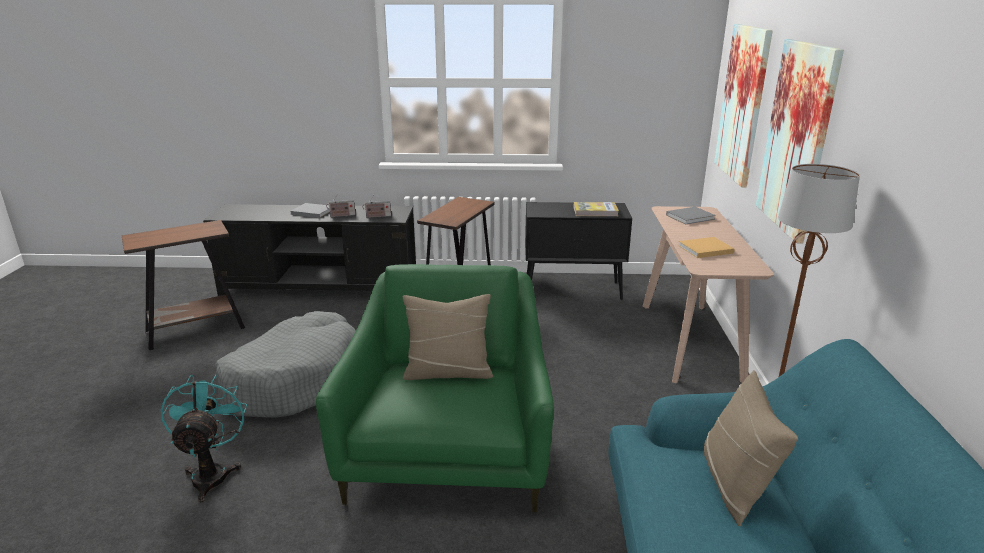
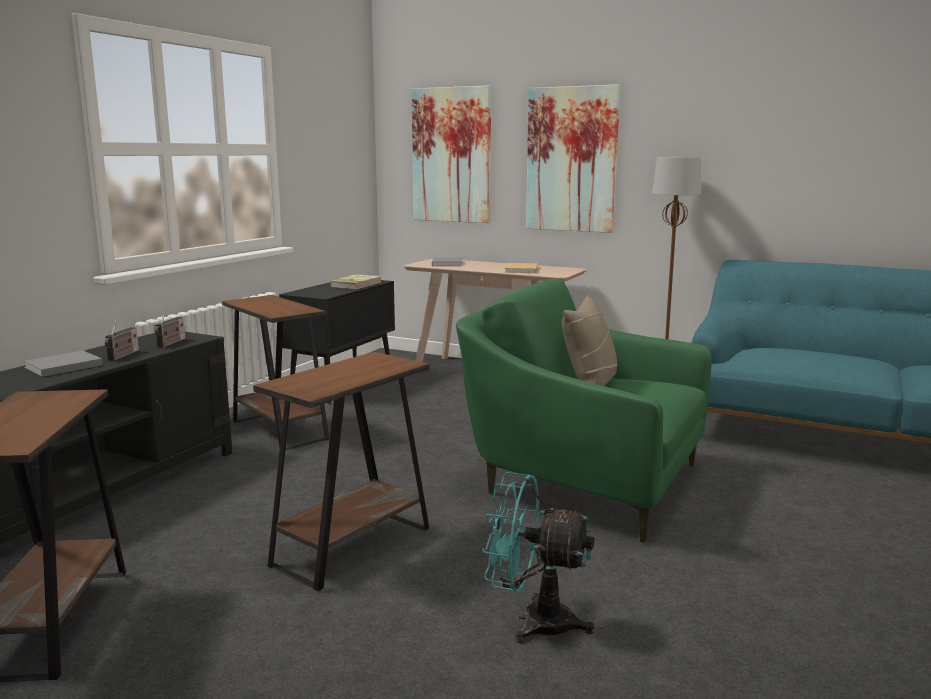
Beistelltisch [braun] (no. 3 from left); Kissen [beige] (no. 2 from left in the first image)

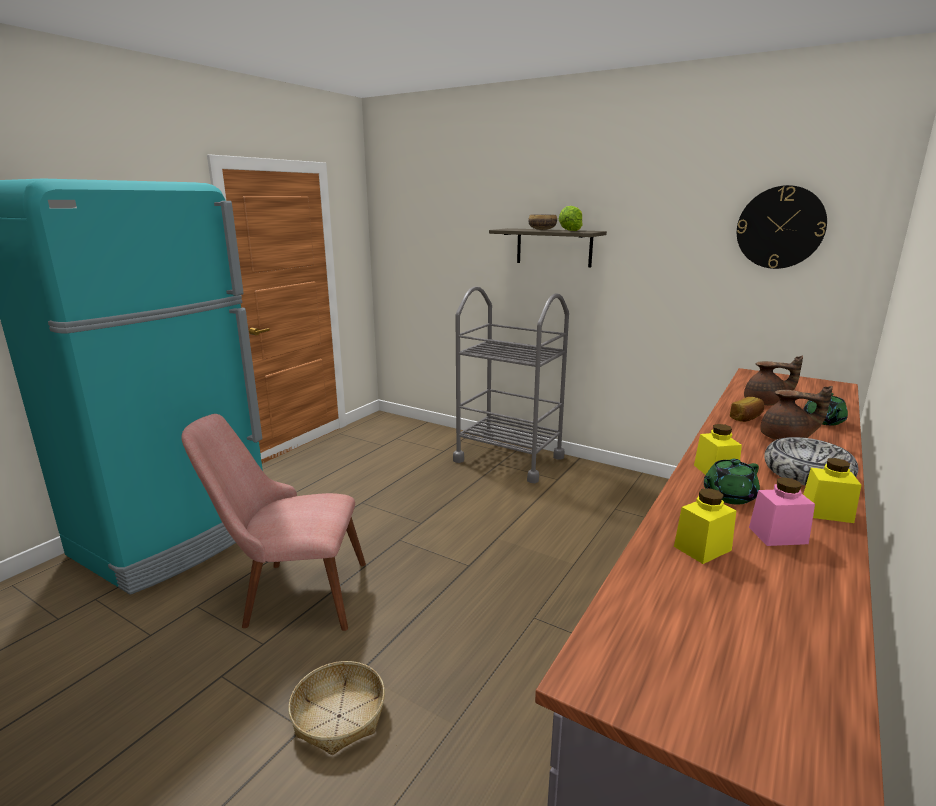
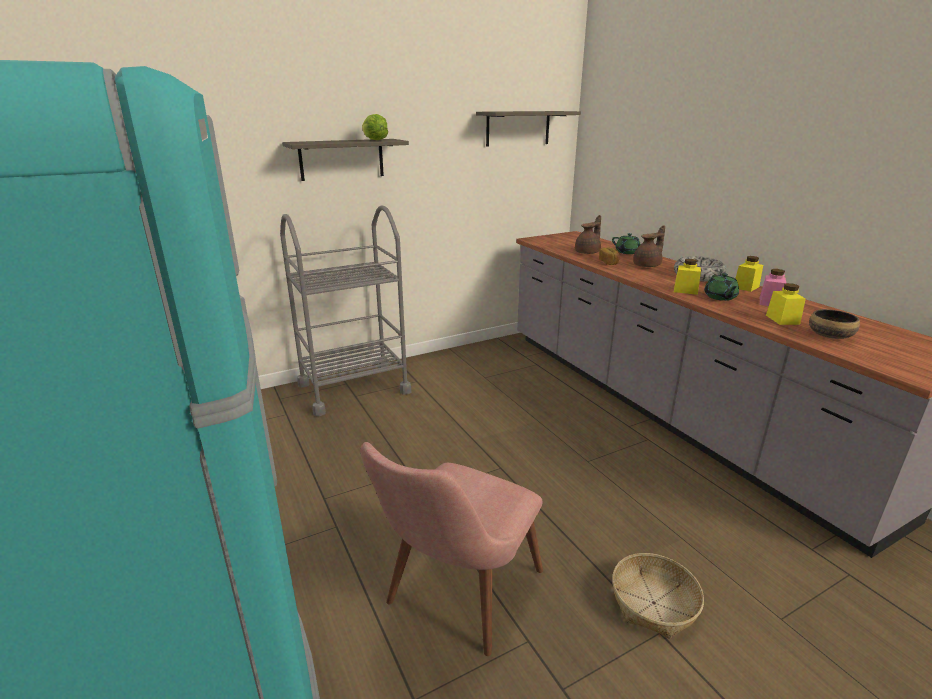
Schüssel (no. 2 from left); Wandregal (no. 2 from left)

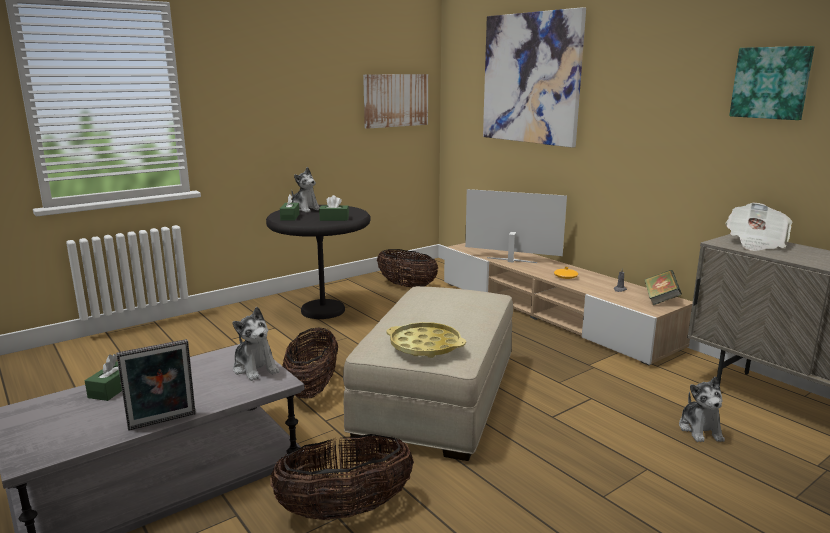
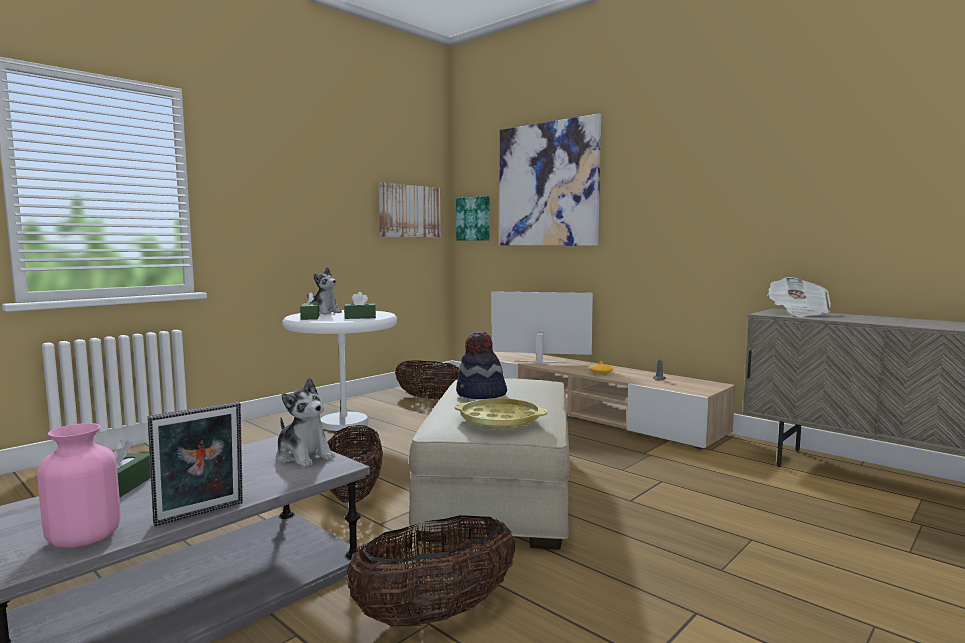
Beistelltisch [weiß]; Buch; Plüschtier (no. 3 from left in the first image); Bild (no. 2 from left); Vase [rosa]; Hut

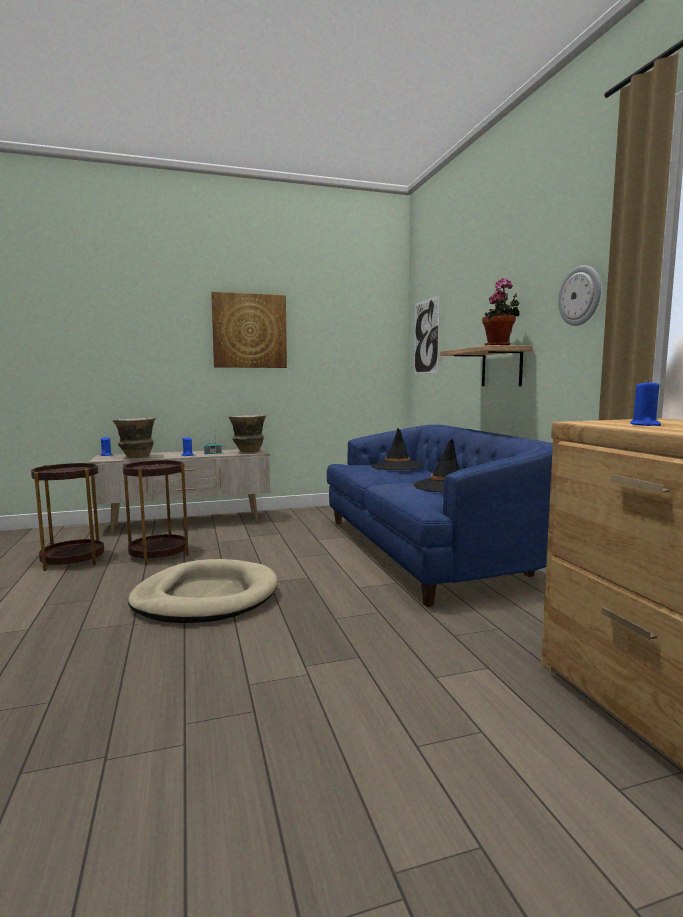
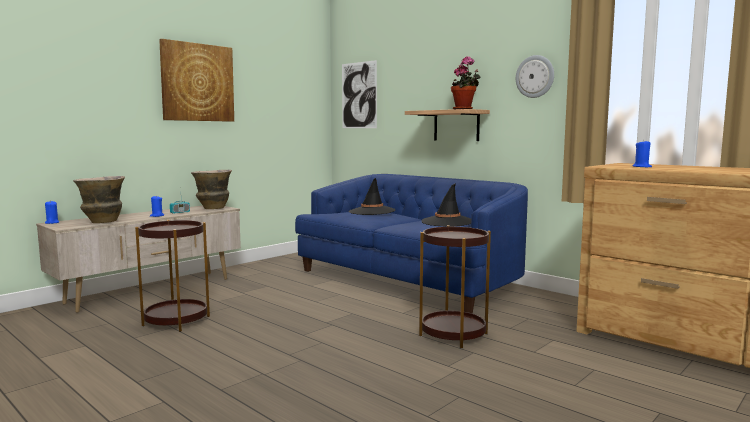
Beistelltisch [braun] (no. 2 from left); Hundebett [beige]

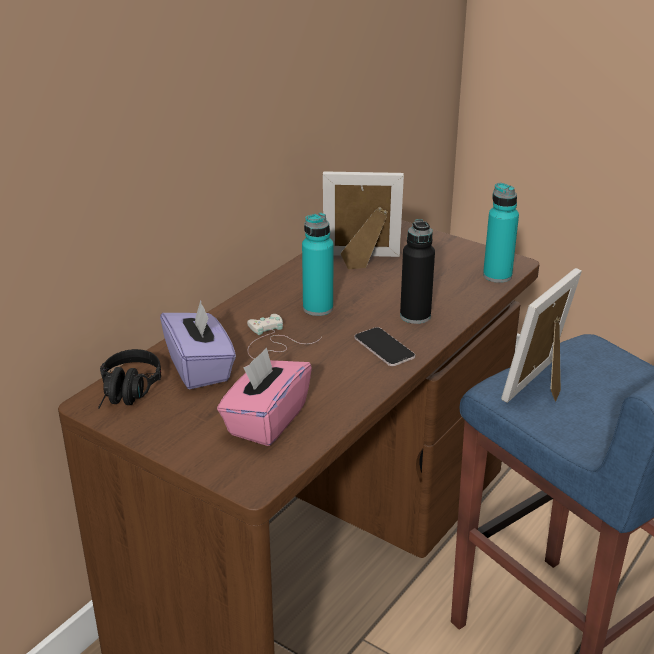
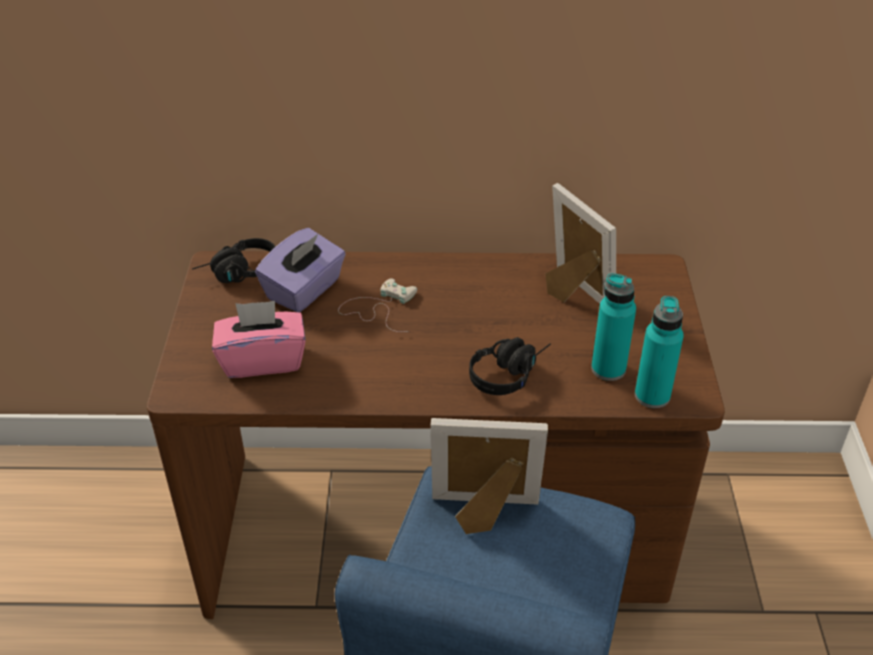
Flasche [türkis] (no. 1 from left); Handy; Kopfhörer [schwarz] (no. 2 from left)

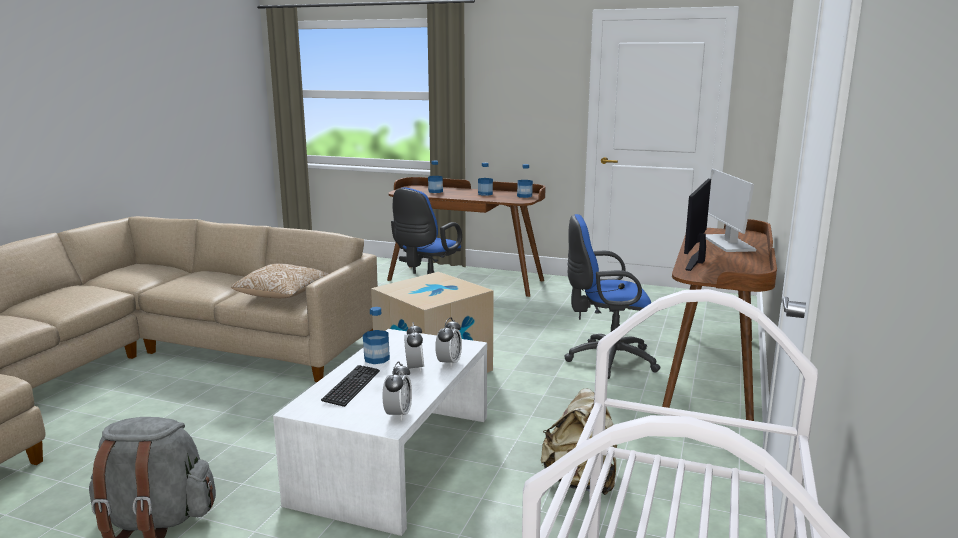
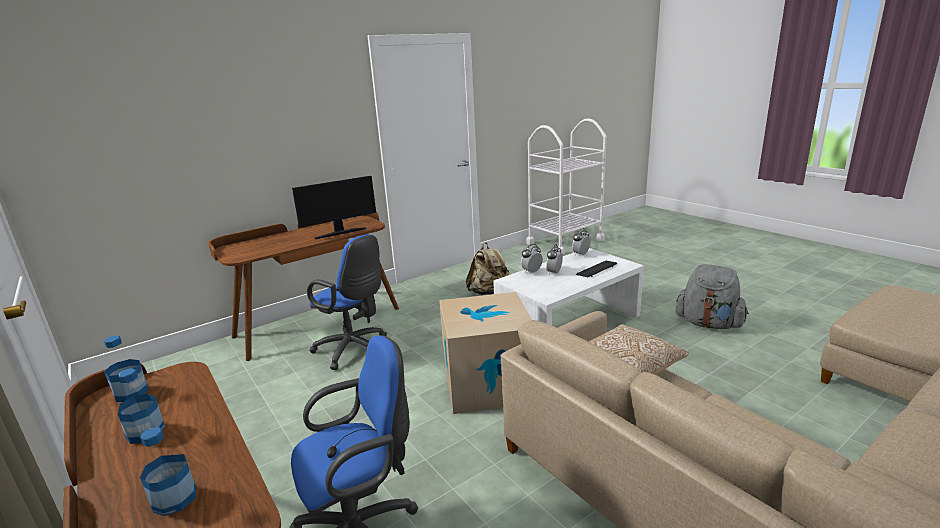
Flasche (no. 1 from left in the first image); Monitor (no. 2 from left in the first image)

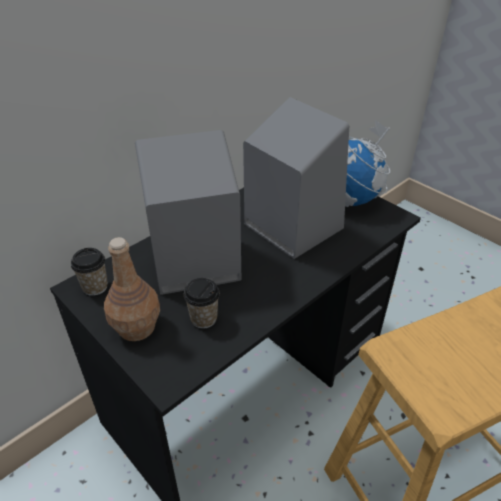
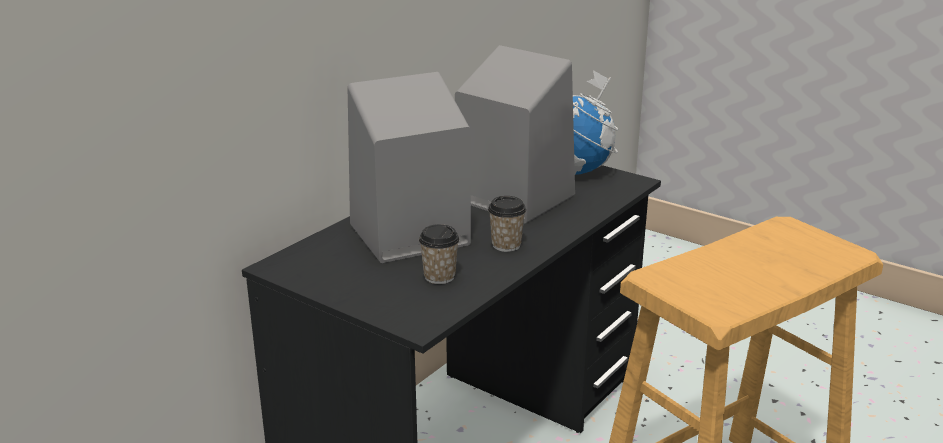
Tasse (no. 2 from left); Flasche [braun]

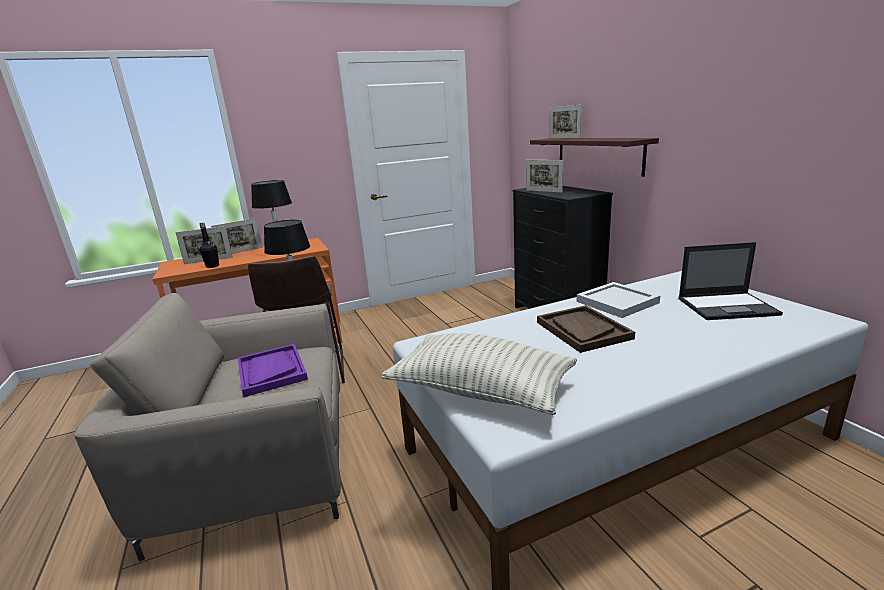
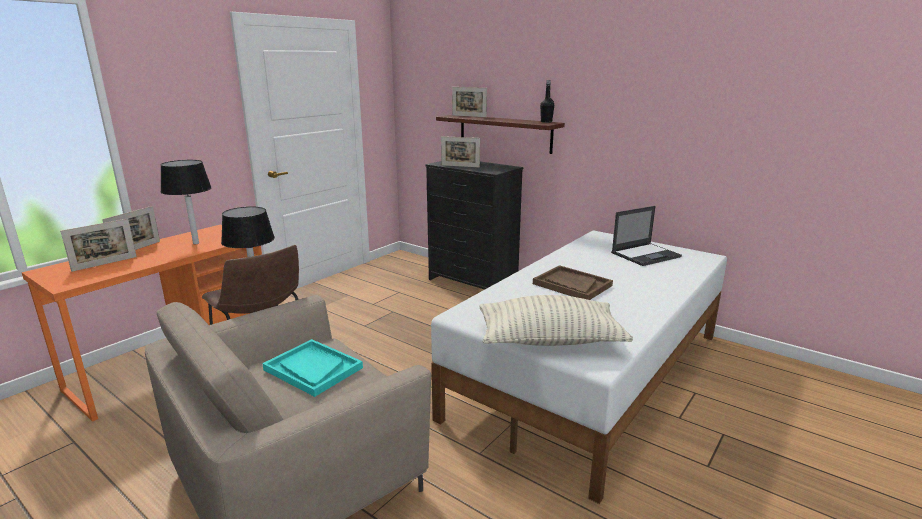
Flasche [schwarz]; Tablett [türkis]; Tablett [weiß]

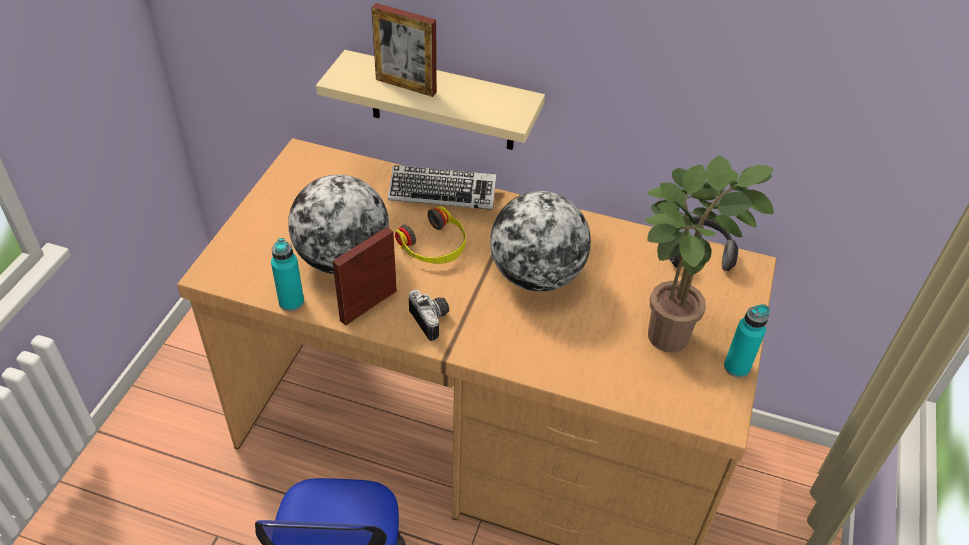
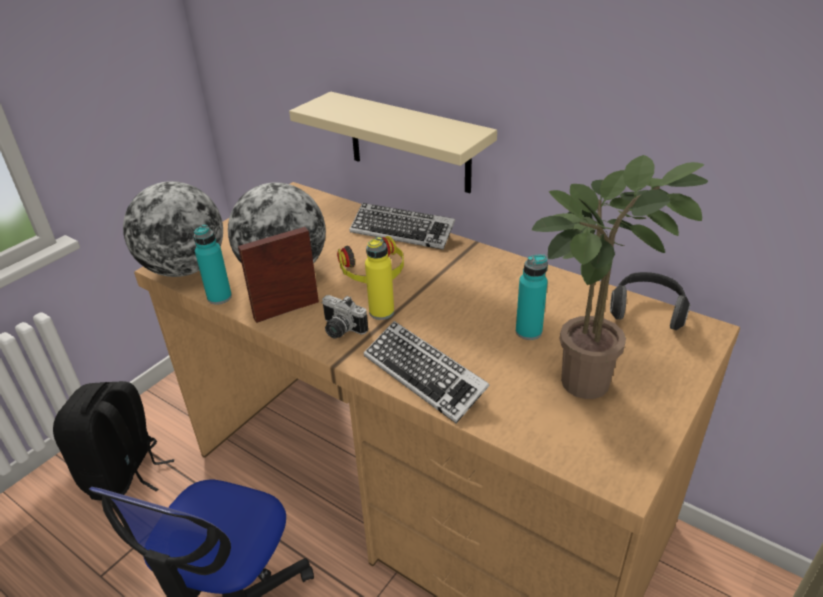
Bilderrahmen (no. 2 from left in the first image); Kamera; Globus (no. 1 from left); Flasche [türkis] (no. 2 from left); Rucksack [schwarz]; Tastatur (no. 2 from left); Flasche [gelb]

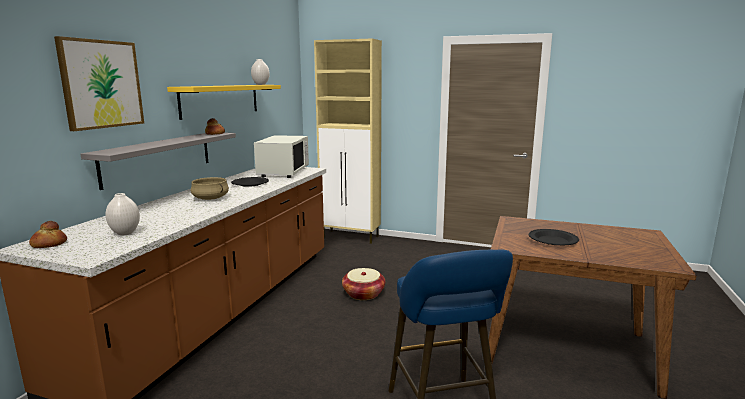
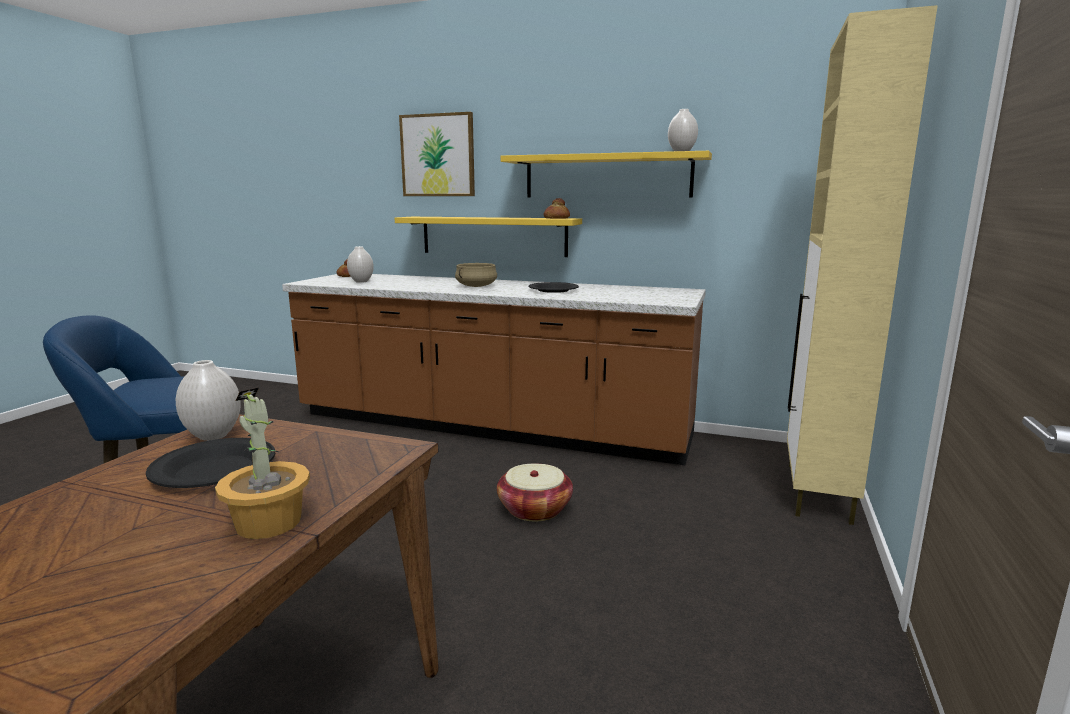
Wandregal [gelb] (no. 1 from left); Mikrowelle [weiß]; Vase [weiß] (no. 1 from left); Topfpflanze

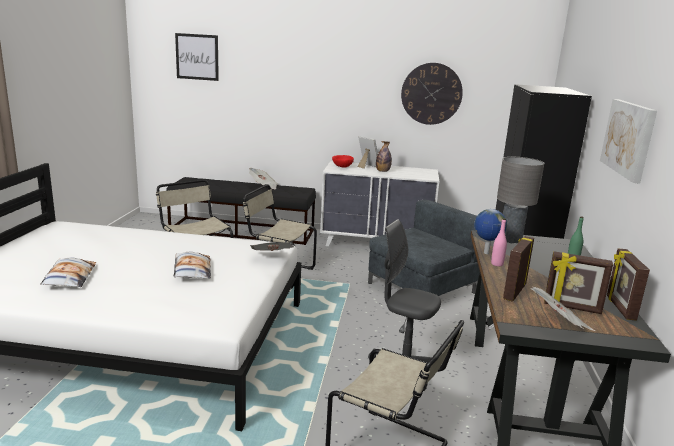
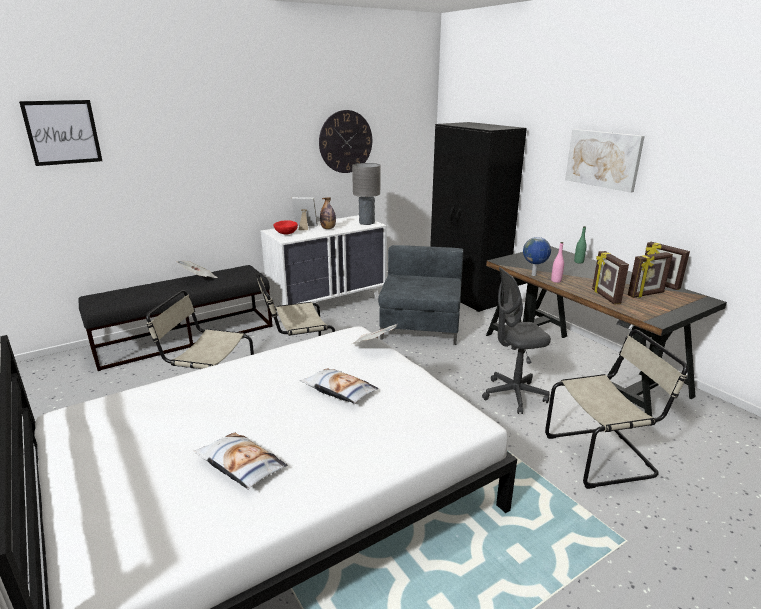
Tischlampe [grau]; Zeitung (no. 3 from left in the first image)

